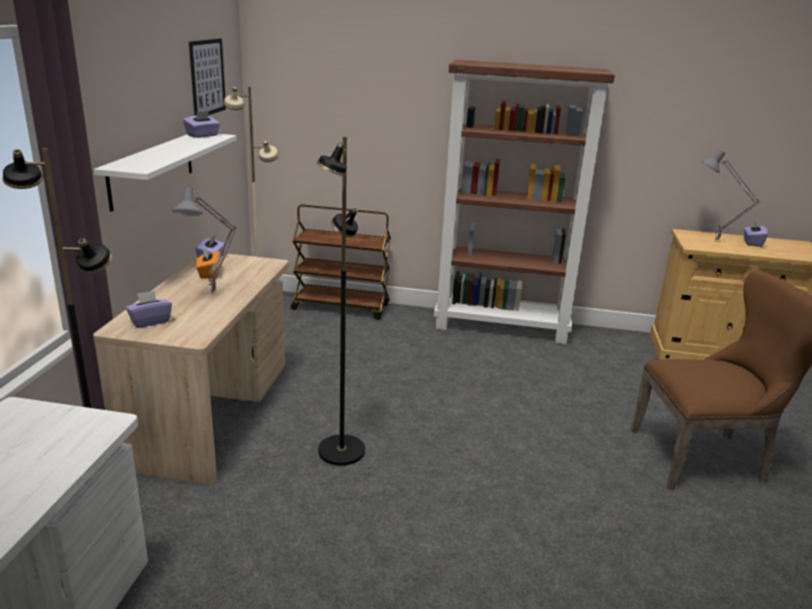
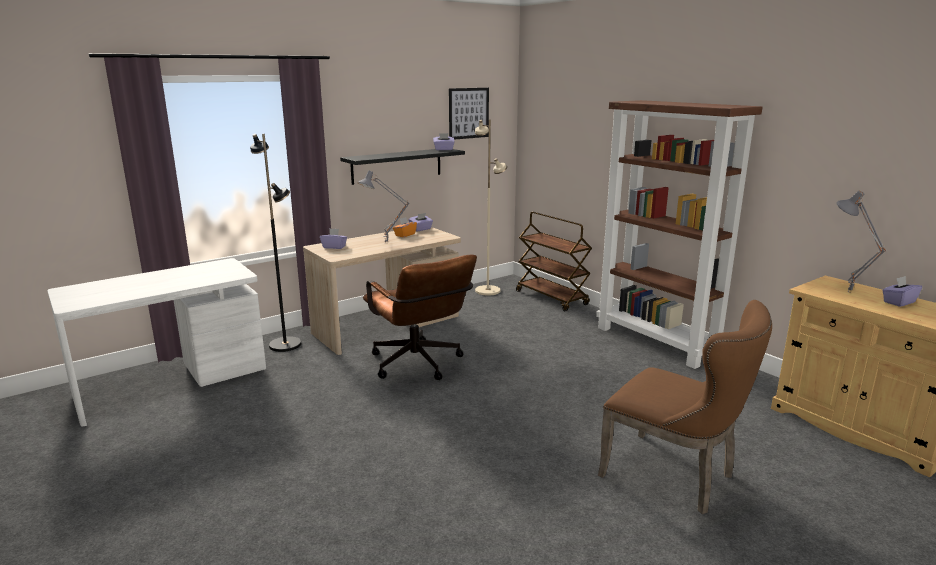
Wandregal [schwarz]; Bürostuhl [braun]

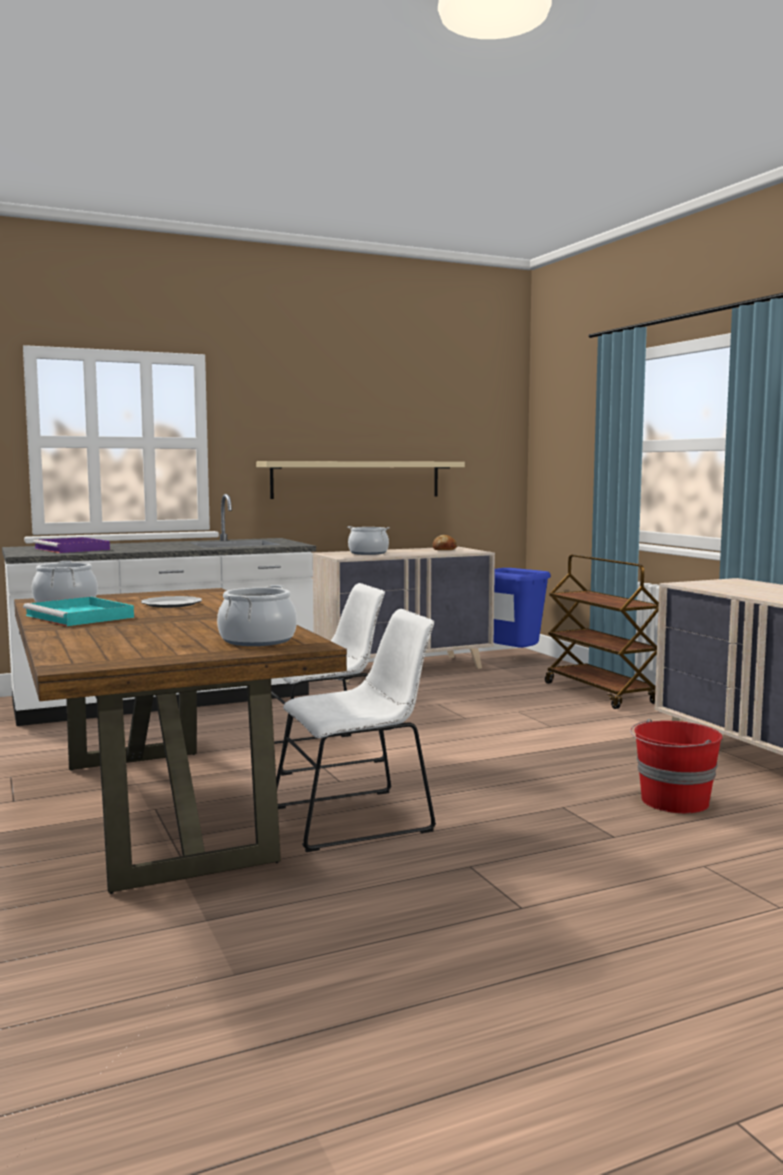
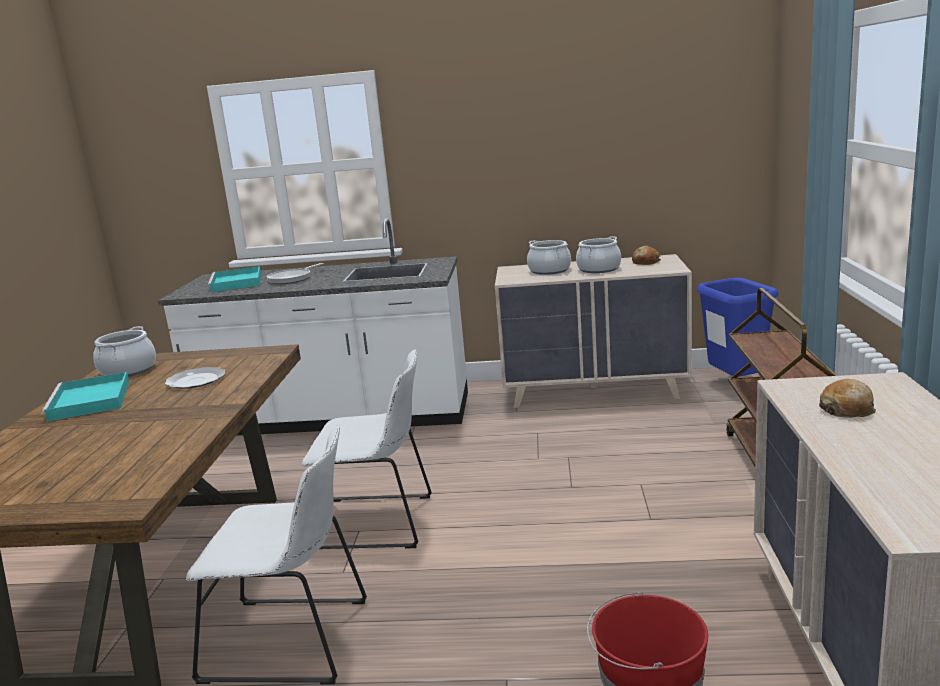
Tablett [türkis] (no. 2 from left); Kochtopf (no. 3 from left); Wandregal [beige]; Pfanne; Brot (no. 2 from left)

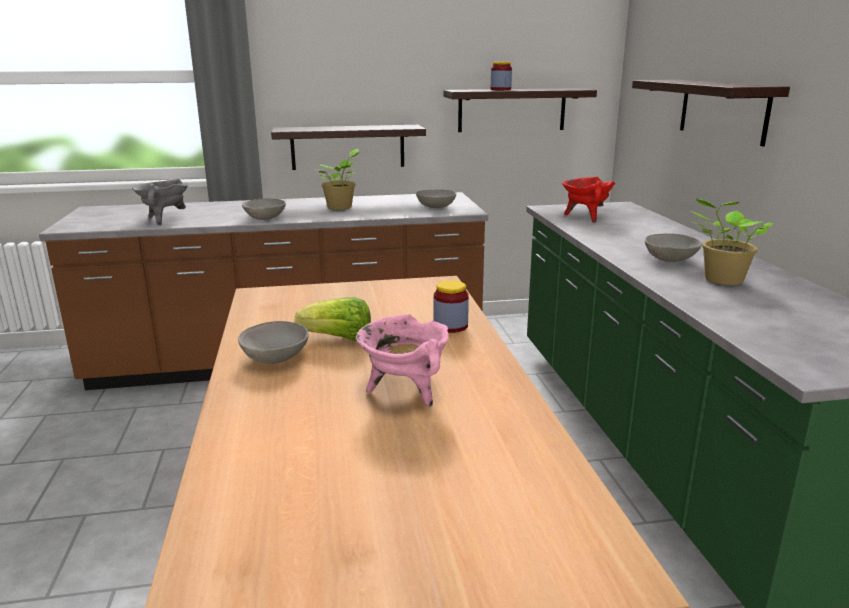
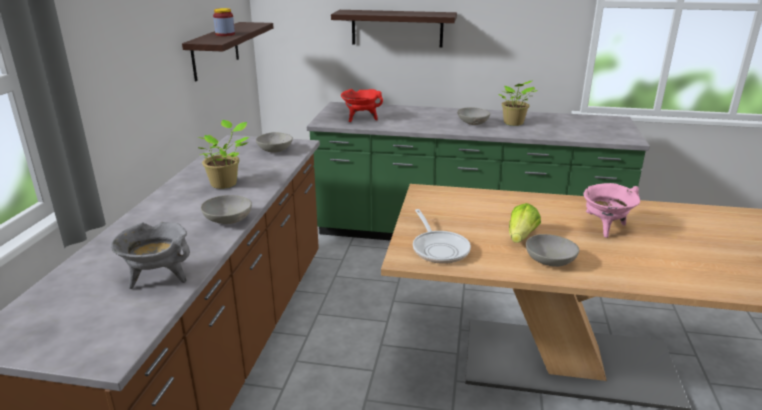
Wandregal (no. 1 from left in the first image); Vorratsglas (no. 1 from left in the first image); Pfanne

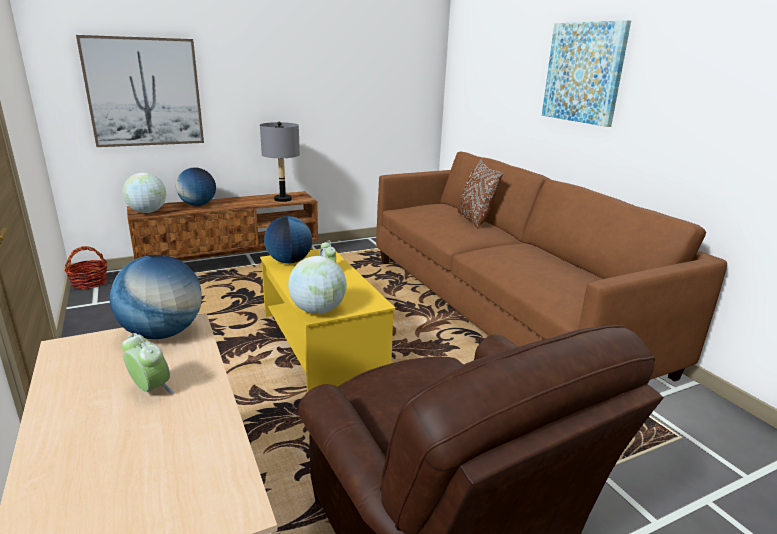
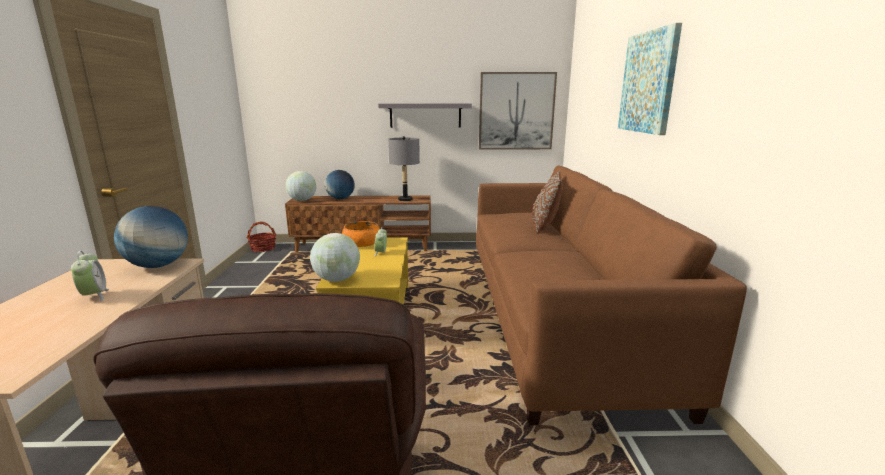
Bild (no. 1 from left); Schüssel [orange]; Wandregal [grau]

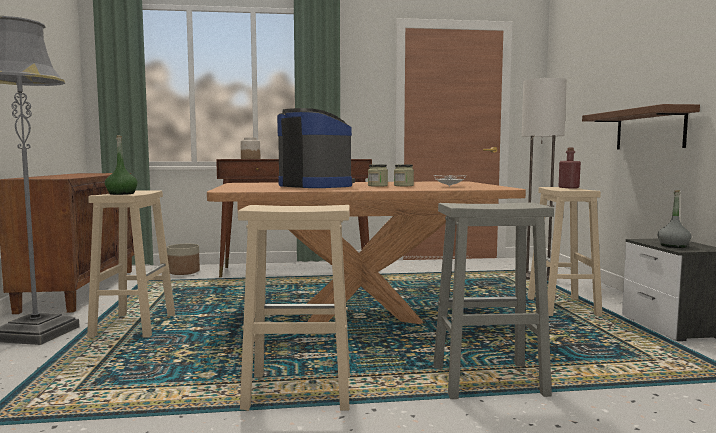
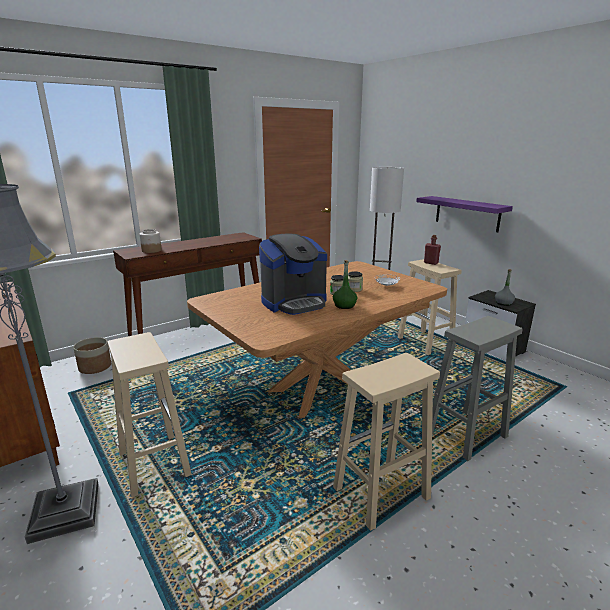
Flasche [grün]; Kaffeemaschine; Wandregal [lila]

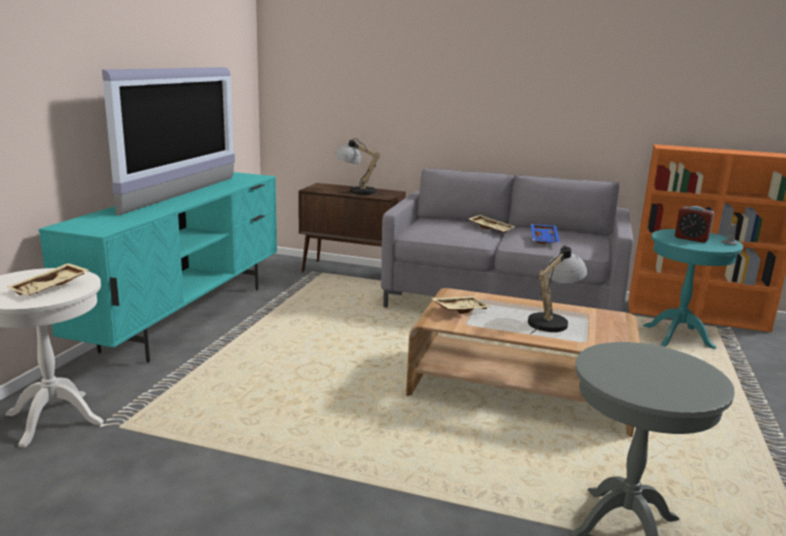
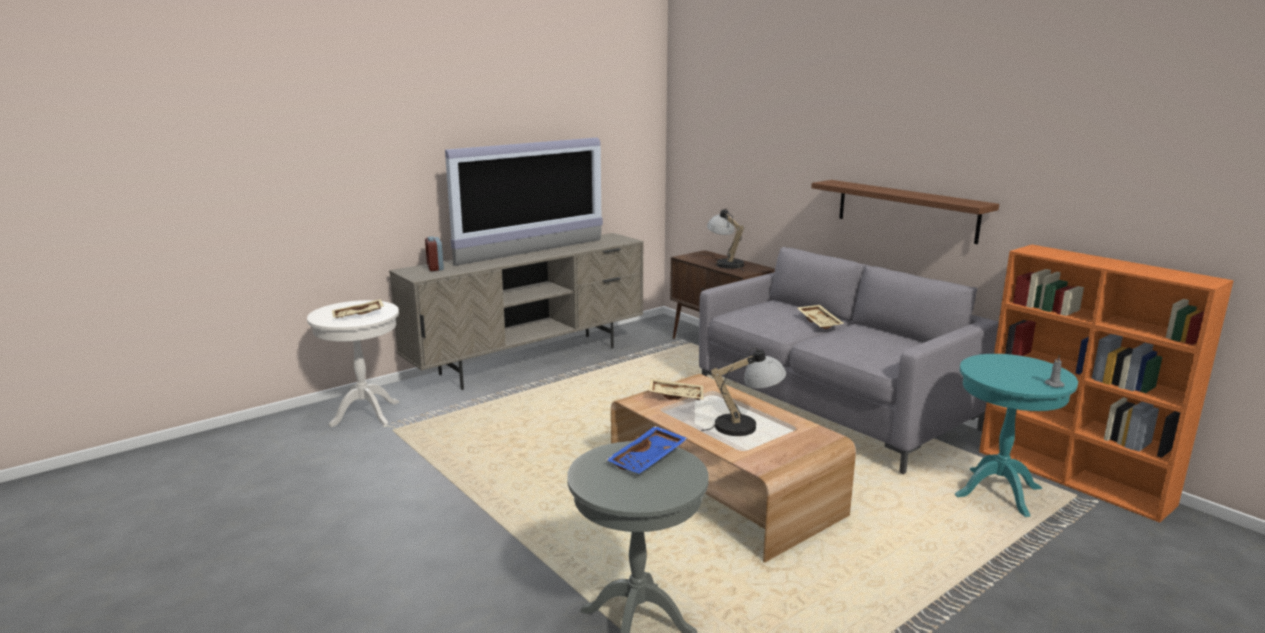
Fernsehschrank [beige]; Tablett [blau]; Wecker; Wandregal

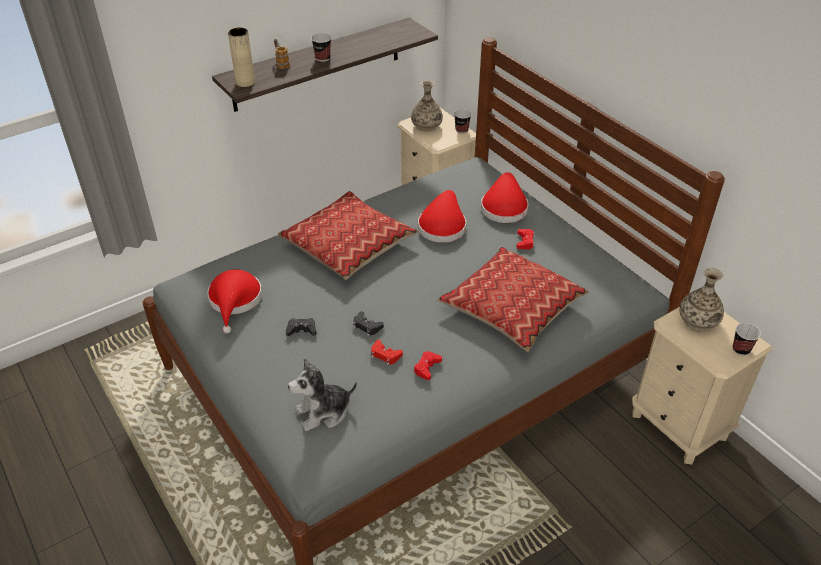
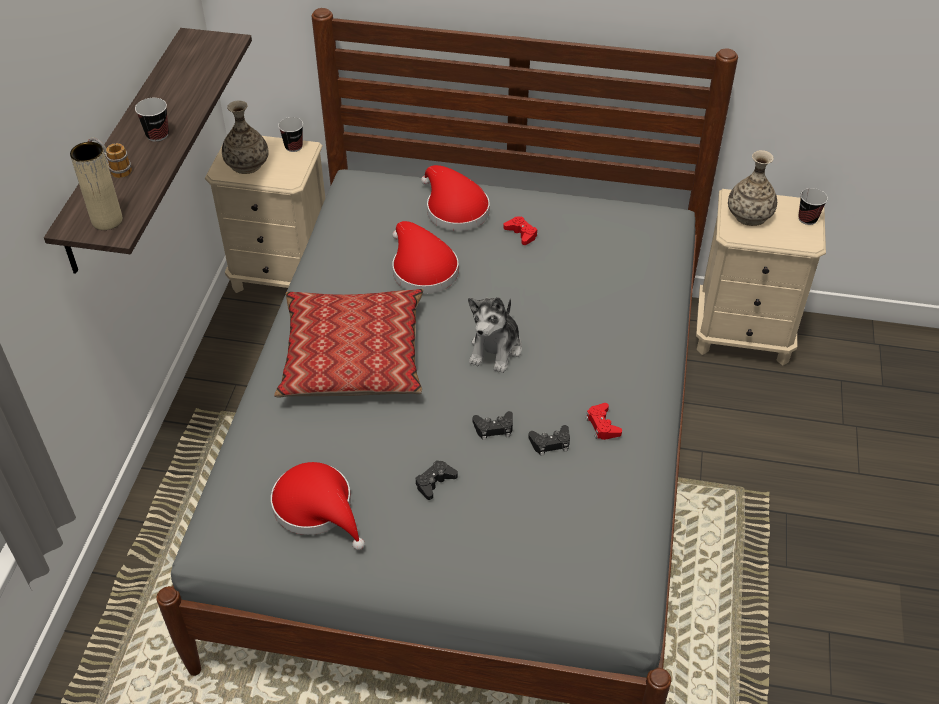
Plüschtier; Gamepad [schwarz] (no. 3 from left); Kissen (no. 2 from left in the first image)

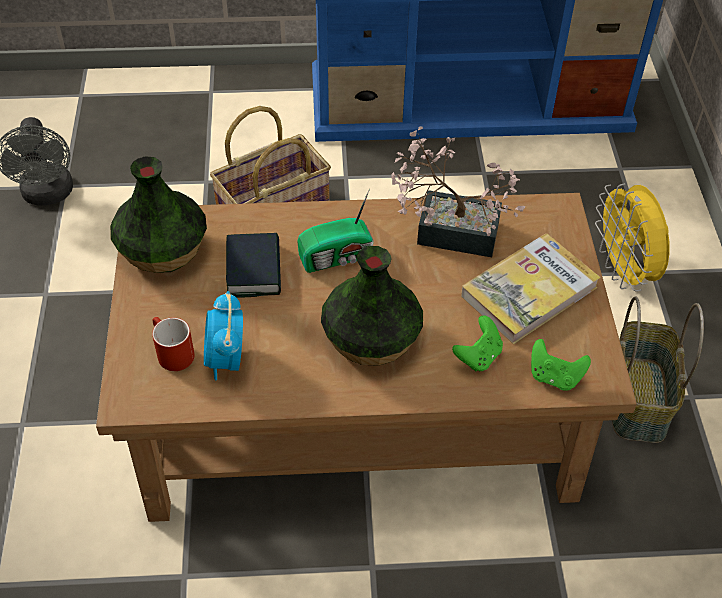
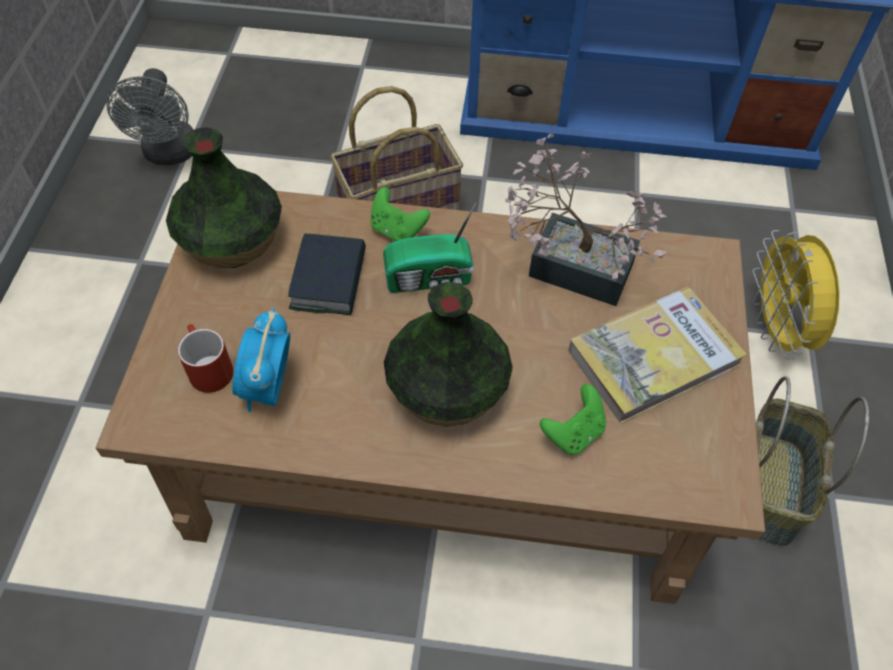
Gamepad [grün] (no. 1 from left)

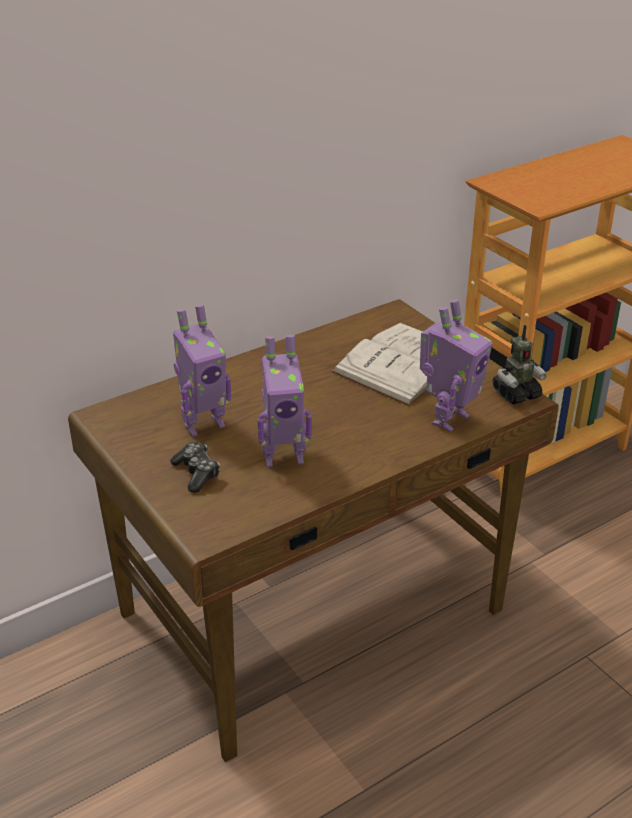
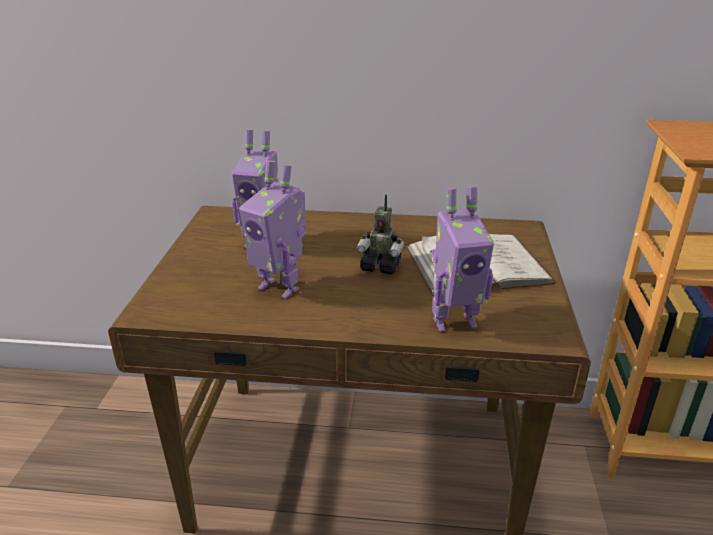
Gamepad; Spielzeugroboter (no. 3 from left)

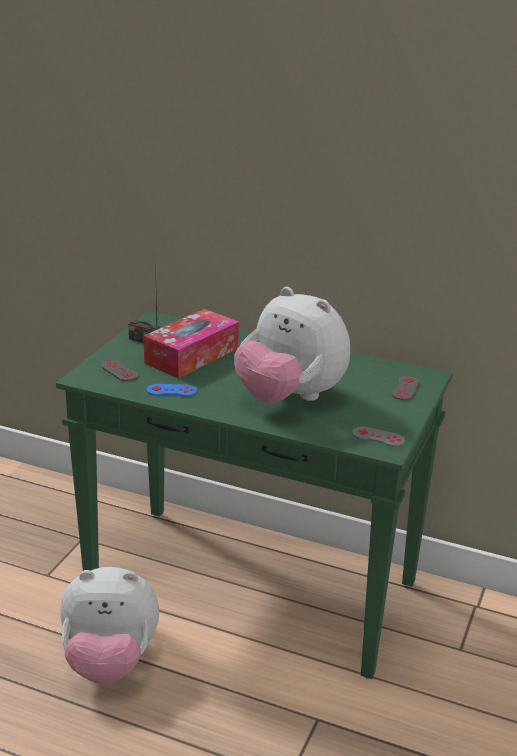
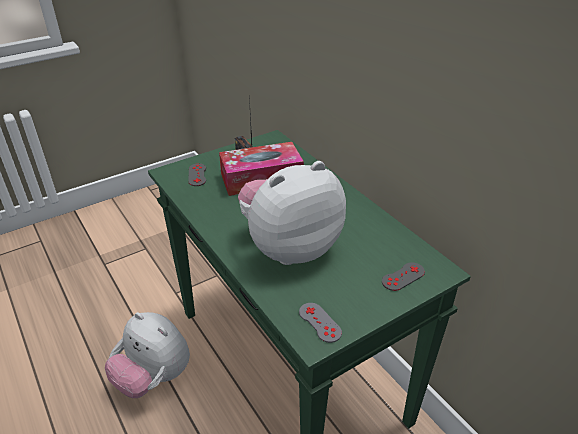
Gamepad [blau]; Plüschtier (no. 2 from left)

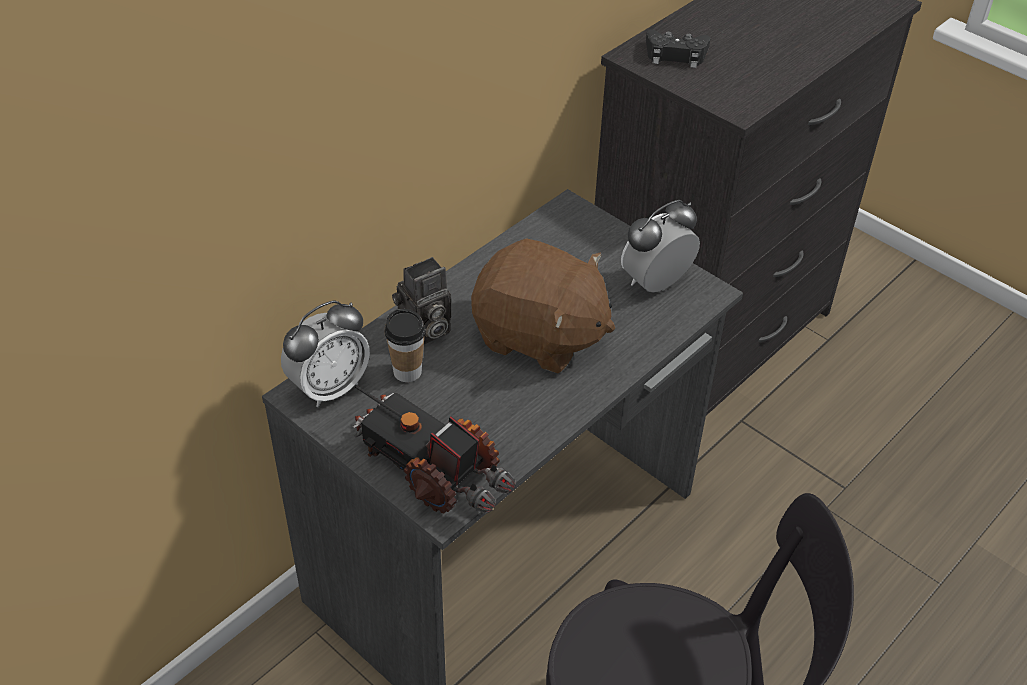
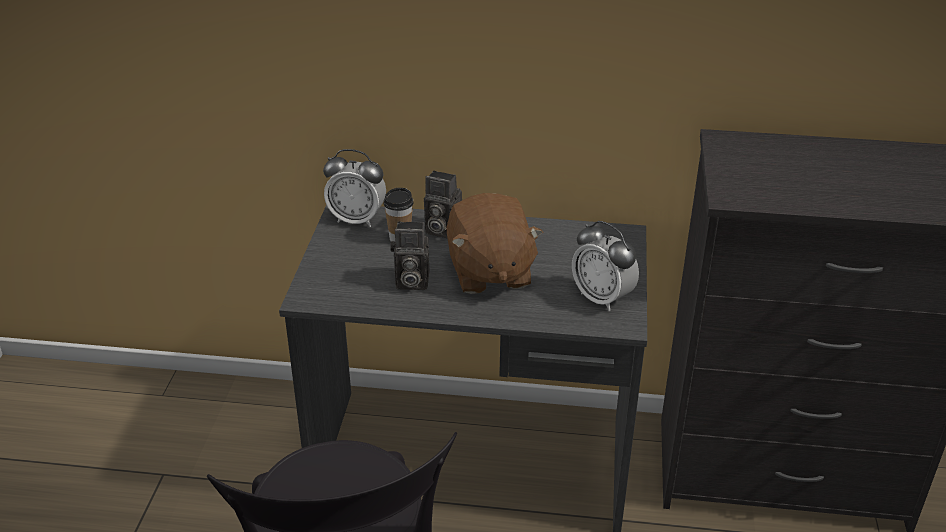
Spielzeuglaster; Wecker (no. 2 from left); Gamepad [schwarz]; Kamera (no. 1 from left)

